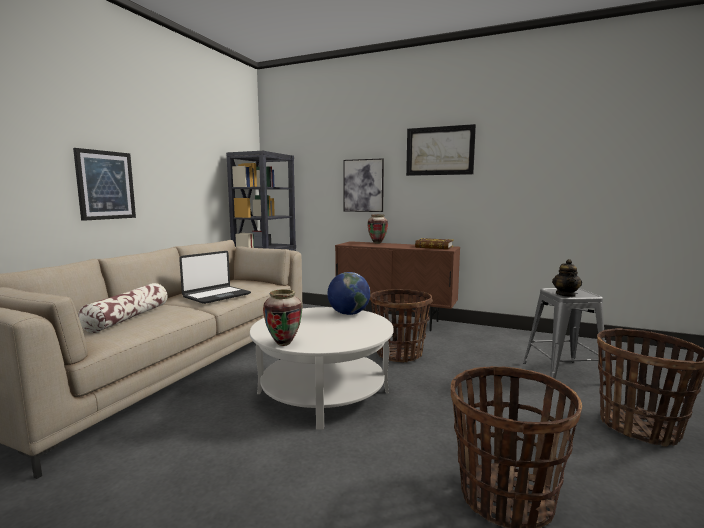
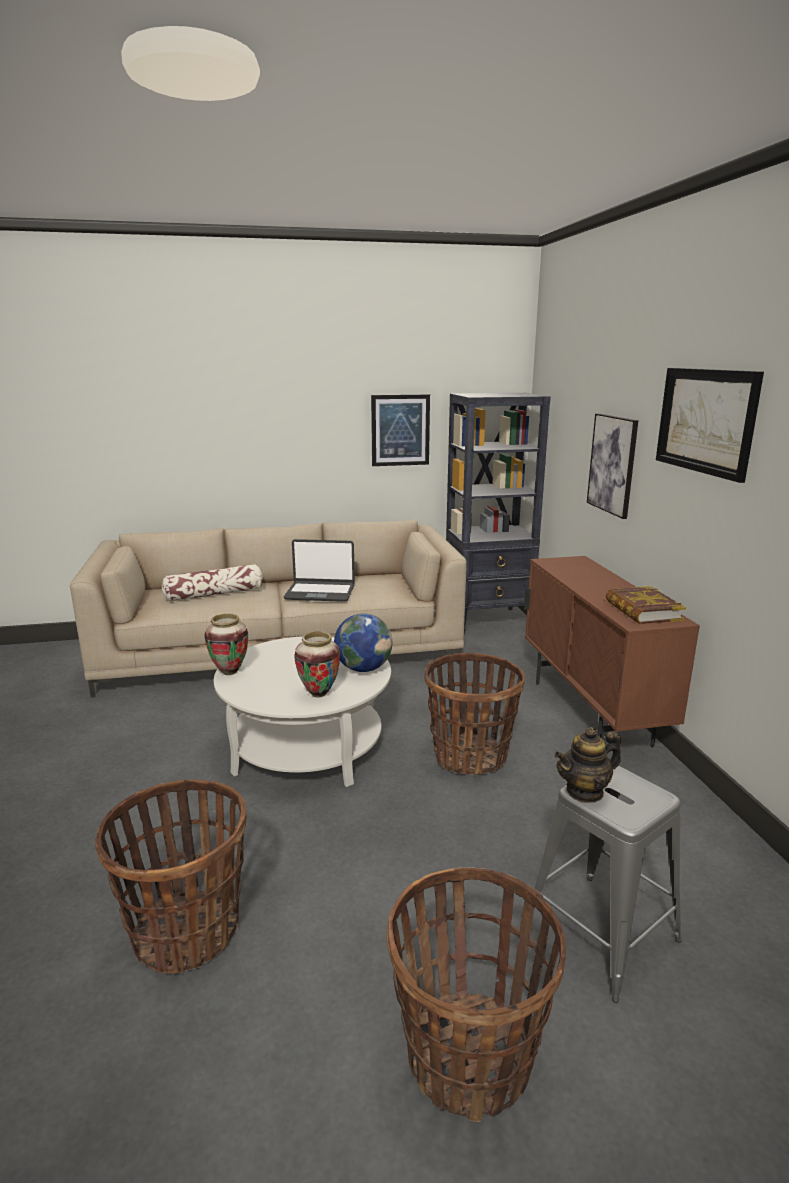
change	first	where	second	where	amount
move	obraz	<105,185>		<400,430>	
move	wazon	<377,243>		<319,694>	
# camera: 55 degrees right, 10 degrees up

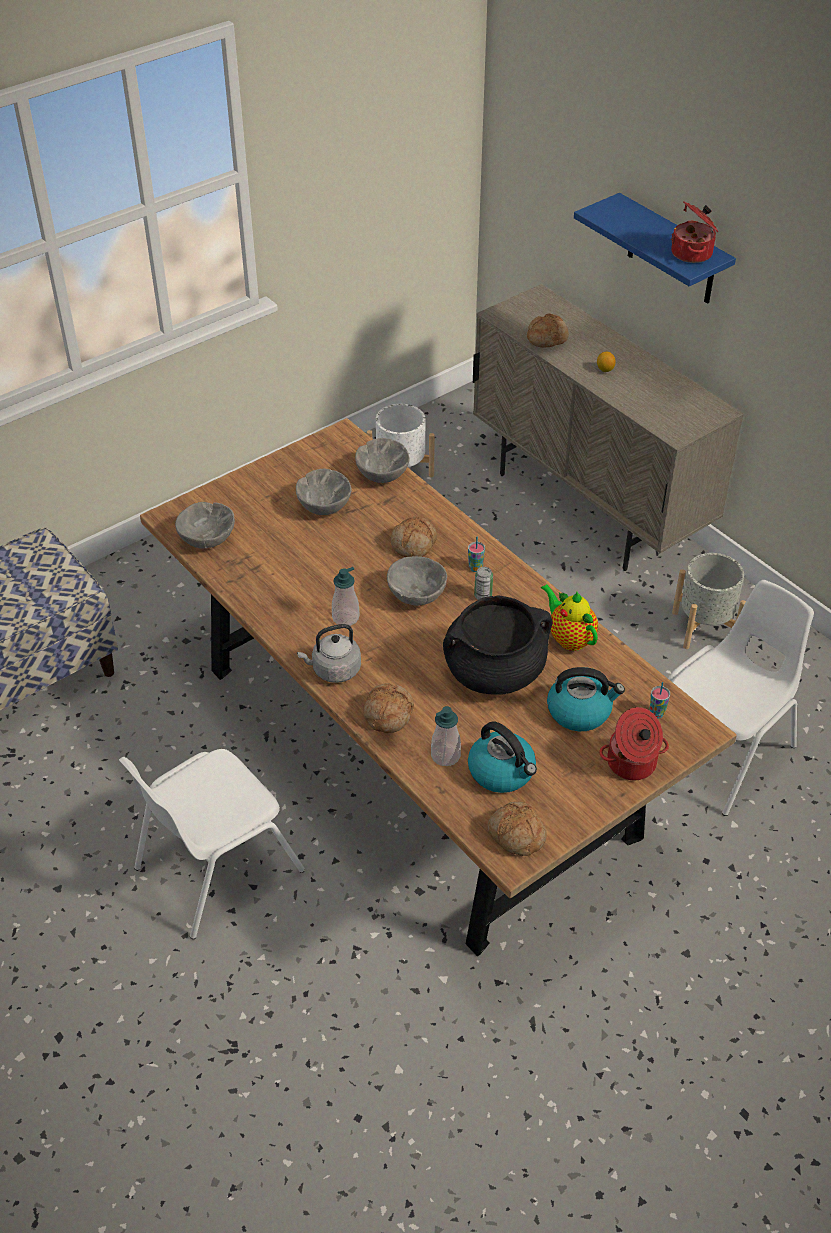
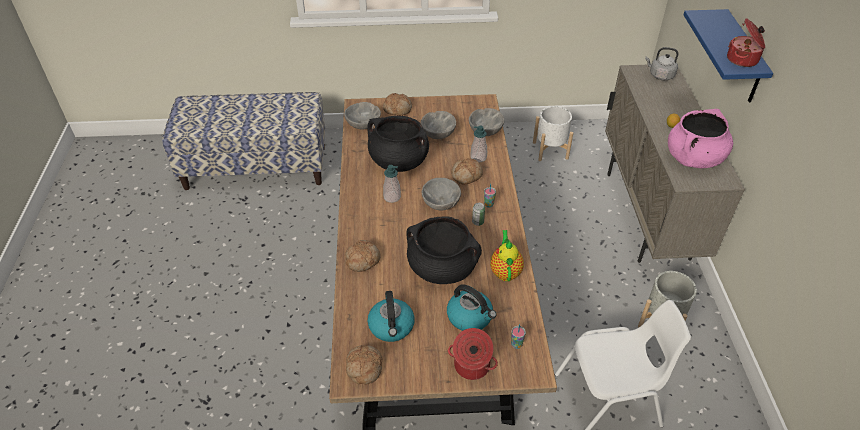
change	first	where	second	where	amount
delete	krzesło (biały)	<215,869>			
move	czajnik (szary)	<333,670>		<660,75>	
move	dozownik mydła	<445,755>		<478,157>	
move	chleb	<547,338>		<398,109>	
insert			garnek (czarny)	<398,161>	
insert			garnek (różowy)	<694,158>	
# camera: 35 degrees right, 0 degrees up

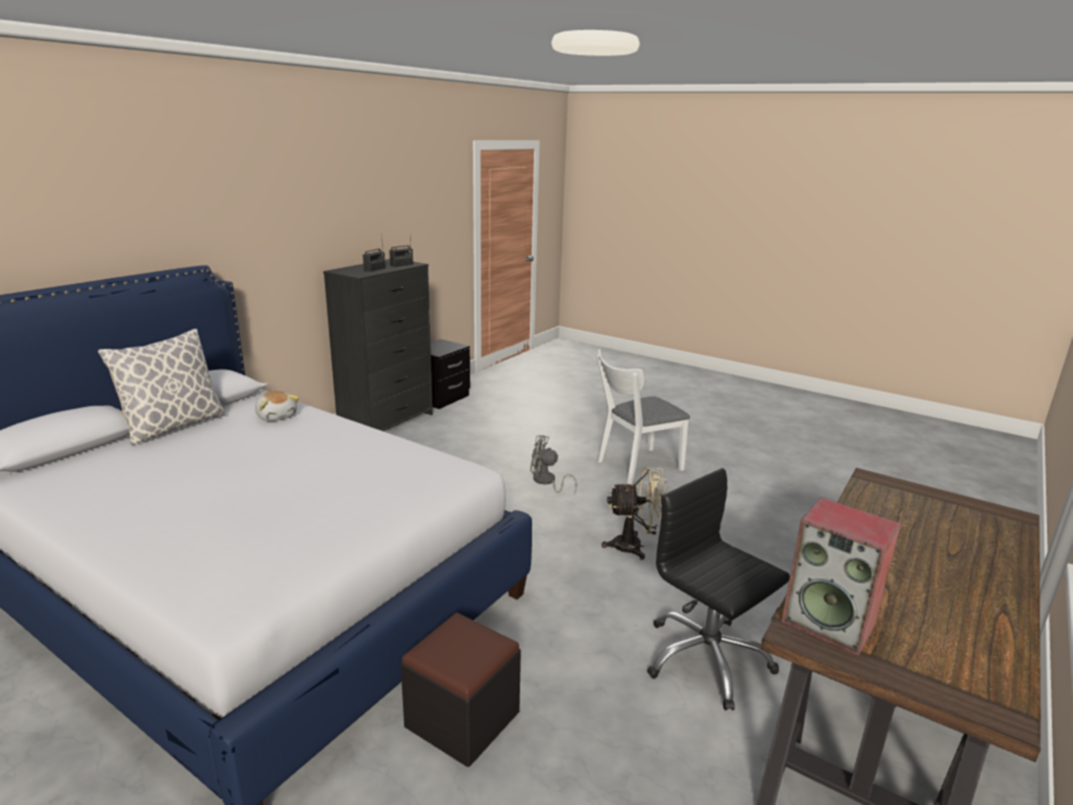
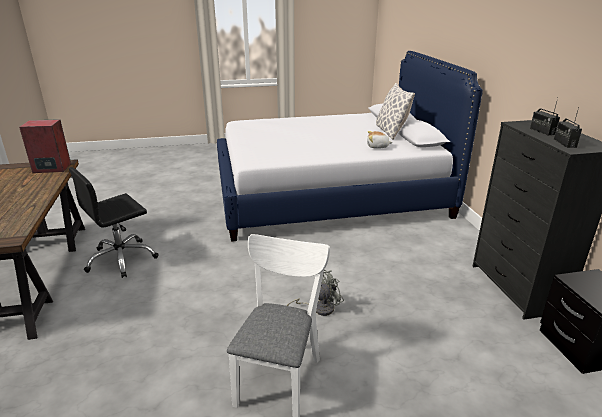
change	first	where	second	where	amount
delete	pufa (czarny)	<462,719>			
delete	wentylator (beżowy)	<635,546>			
rotate	krzesło biurowe (czarny)	<706,659>		<121,259>	135 degrees clockwise
# camera: 135 degrees right, 5 degrees up

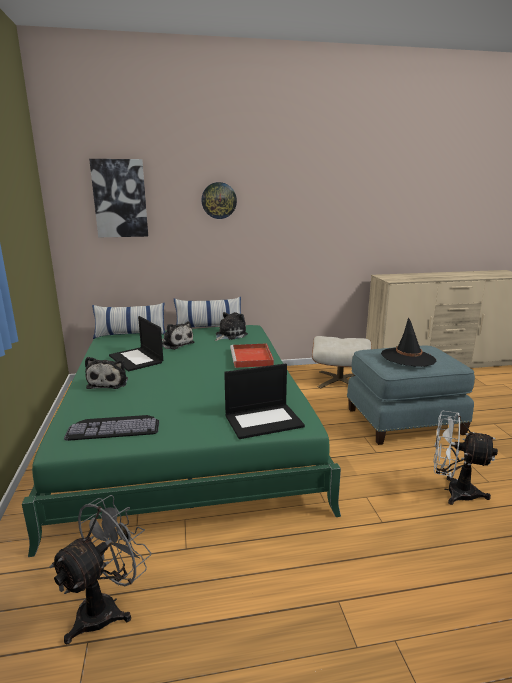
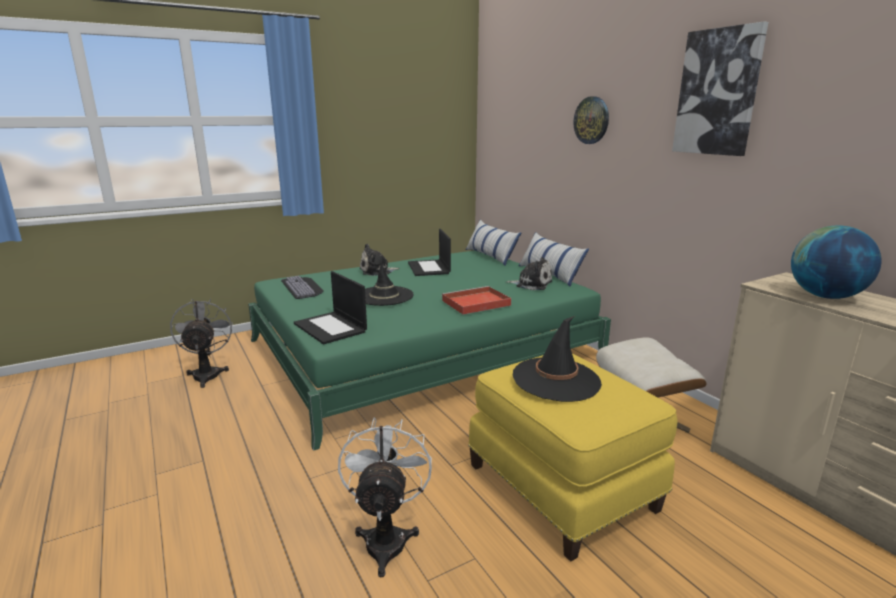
change	first	where	second	where	amount
rotate	wentylator (szary)	<106,608>		<207,373>	120 degrees counterclockwise
move	obraz	<120,198>		<718,92>	
rotate	laptop	<136,359>		<429,268>	45 degrees counterclockwise
delete	pluszak	<176,343>			
recolor	pufa (niebieski)	<403,420>	pufa (żółty)	<563,485>	
insert			kapelusz (czarny)	<384,296>	
insert			globus	<825,296>	
# camera: 70 degrees right, 0 degrees up

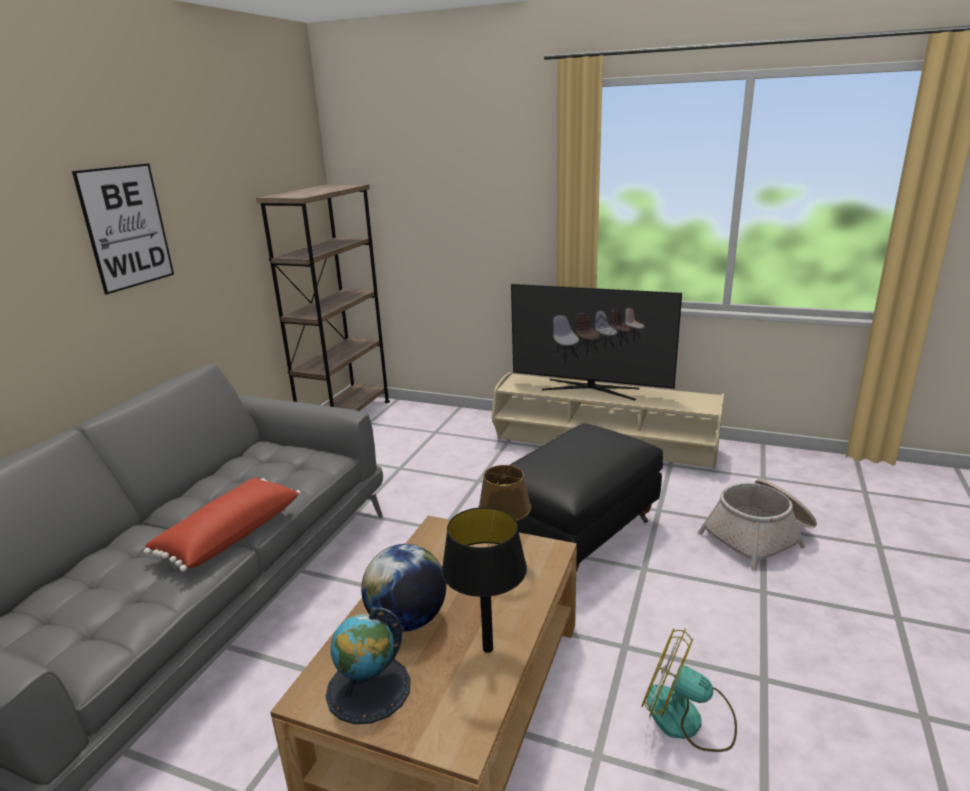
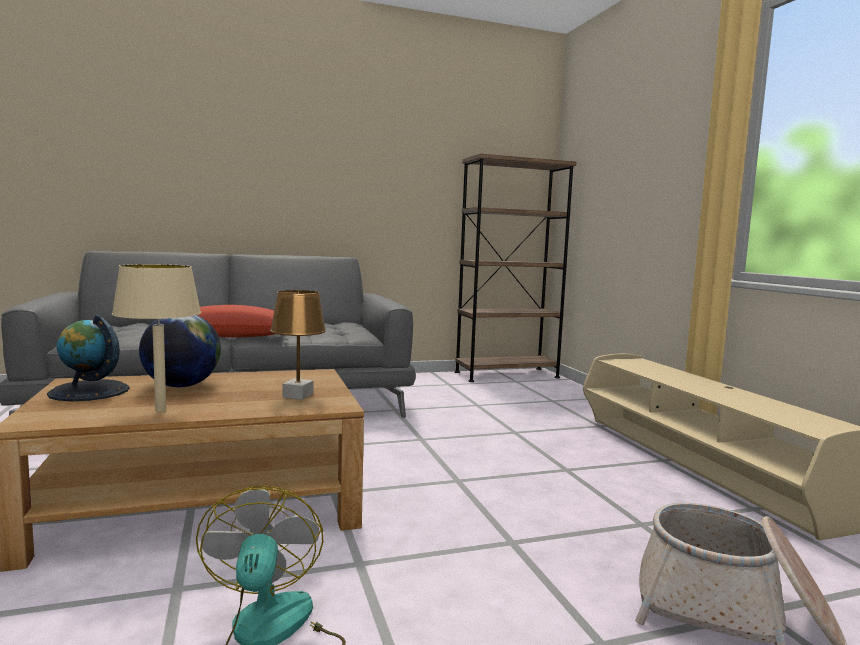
change	first	where	second	where	amount
delete	obraz	<126,227>			
recolor	lampa stołowa (czarny)	<488,649>	lampa stołowa (beżowy)	<160,410>	
delete	pufa (czarny)	<577,534>			
delete	telewizor	<590,389>			
# camera: 50 degrees right, 15 degrees down

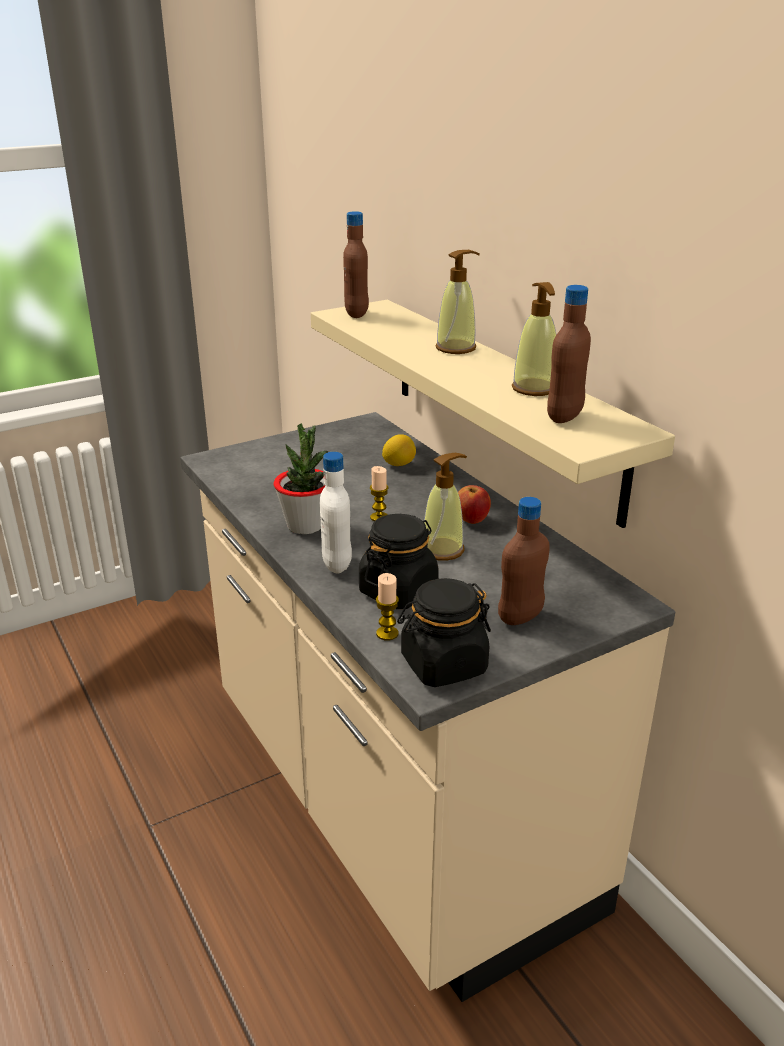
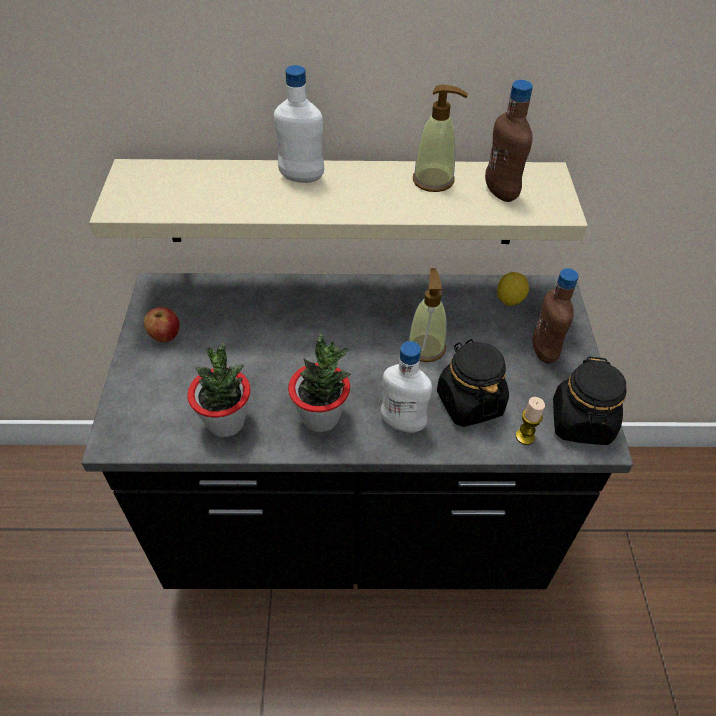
change	first	where	second	where	amount
recolor	zabudowa kuchenna (beżowy)	<392,804>	zabudowa kuchenna (czarny)	<355,528>	
delete	butelka (brązowy)	<356,314>			
delete	świeca	<379,517>			
move	cytryna	<399,464>		<509,300>	
replace	dozownik mydła	<456,348>	butelka (biały)	<301,178>	
move	jabłko	<472,520>		<165,336>	
insert			roślina doniczkowa	<226,422>	
# camera: 60 degrees left, 20 degrees up

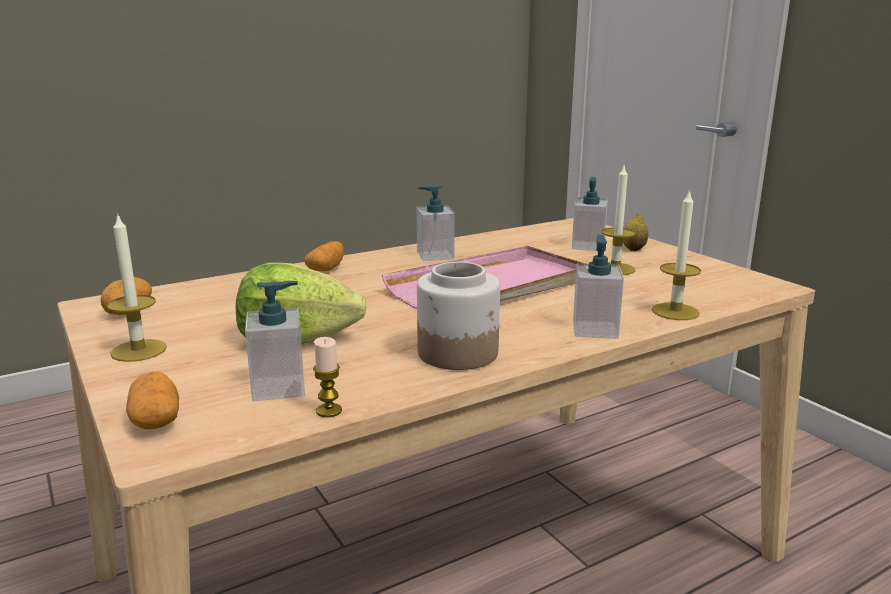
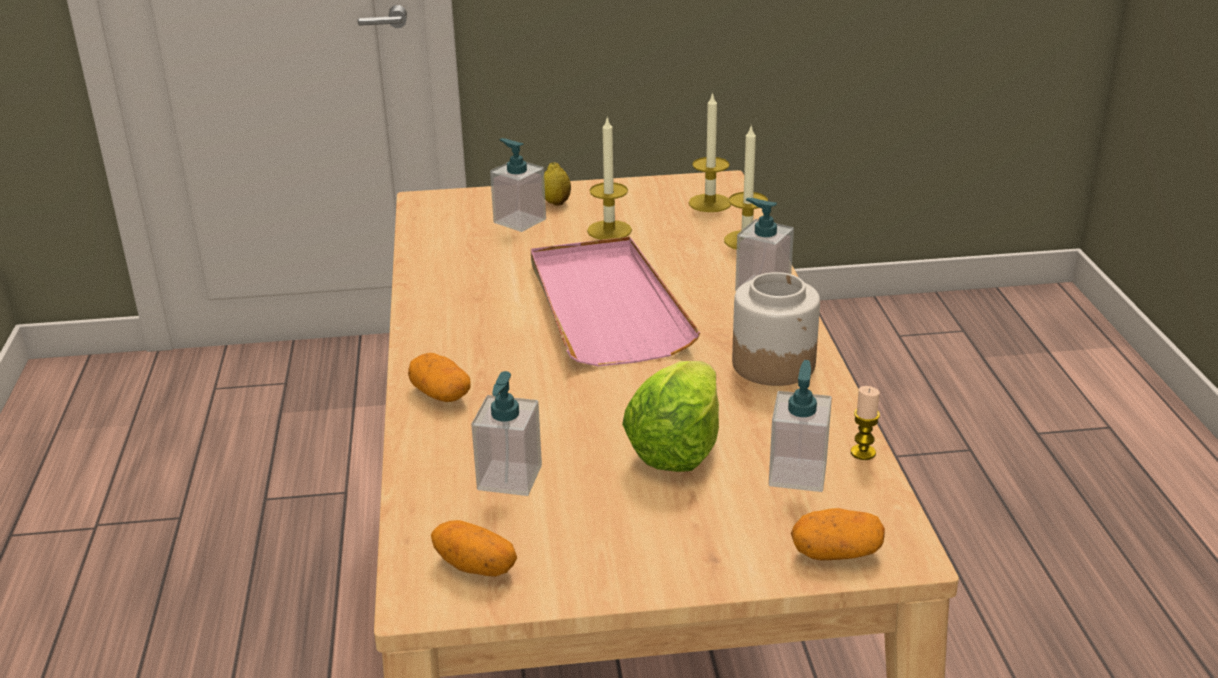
change	first	where	second	where	amount
move	świeca	<138,350>		<710,203>	
move	dozownik mydła	<435,255>		<509,478>	
# camera: 65 degrees left, 10 degrees up

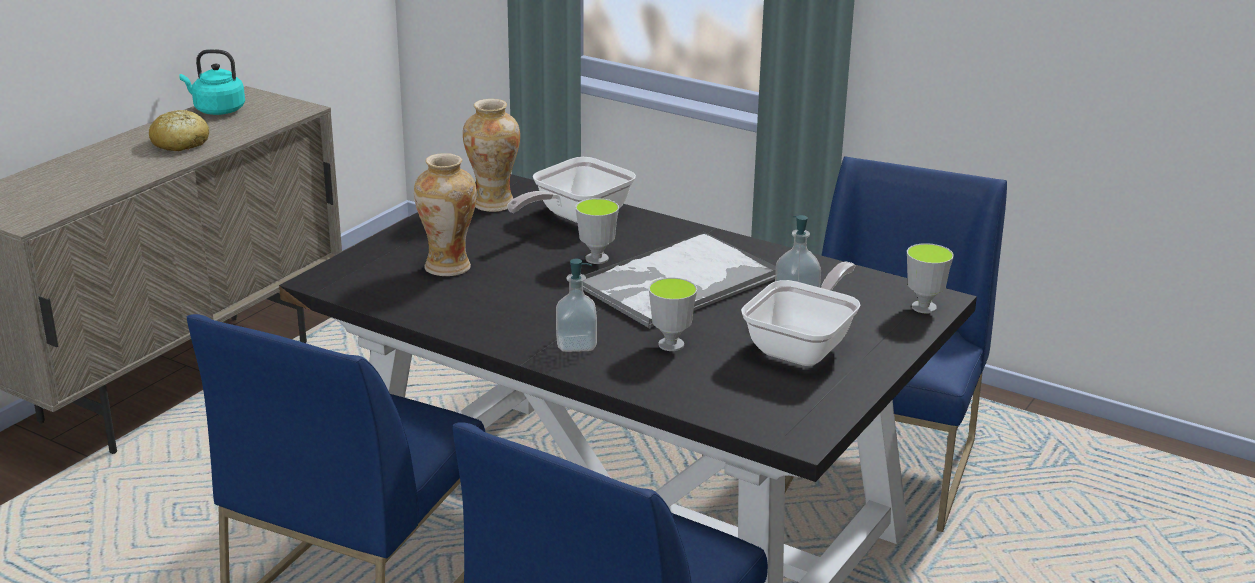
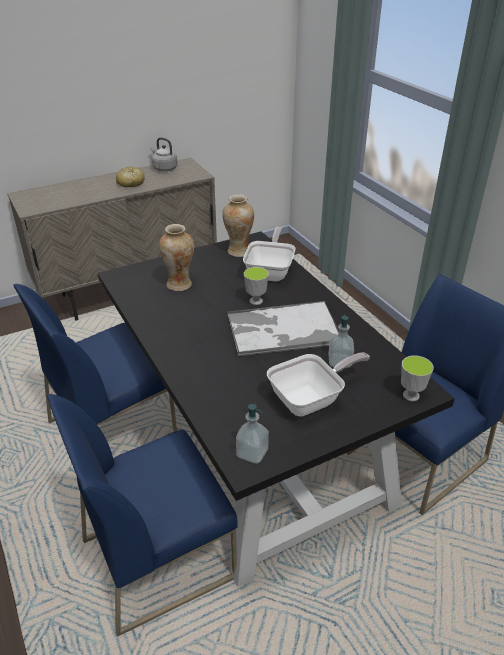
change	first	where	second	where	amount
recolor	czajnik (turkusowy)	<217,110>	czajnik (szary)	<164,168>	
rotate	patelnia	<575,218>		<270,271>	120 degrees clockwise
move	dozownik mydła	<576,344>		<252,453>	
delete	filiżanka	<671,345>			
# camera: 30 degrees right, 10 degrees up

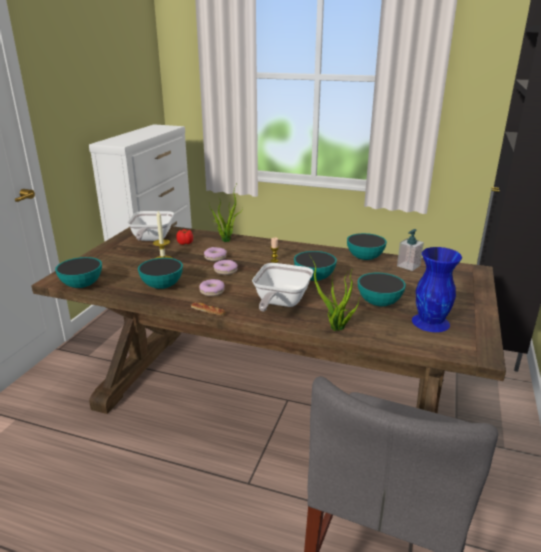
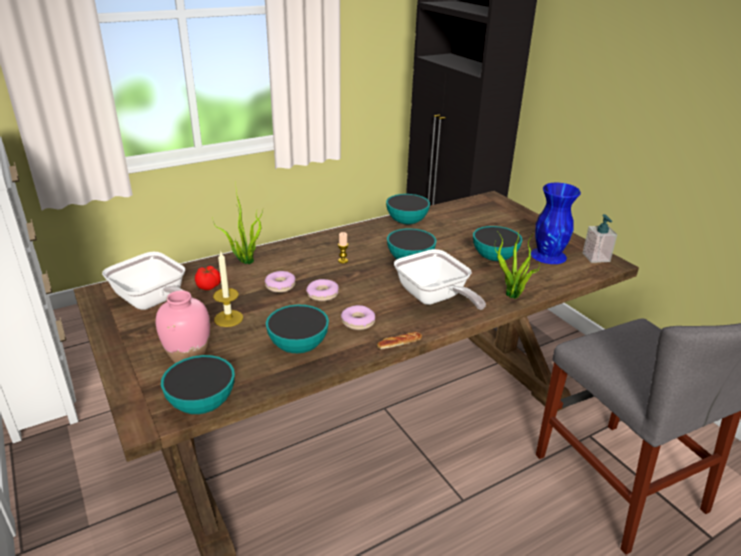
change	first	where	second	where	amount
move	dozownik mydła	<408,266>		<596,257>	
insert			wazon (różowy)	<189,356>	
# camera: 50 degrees left, 5 degrees up

